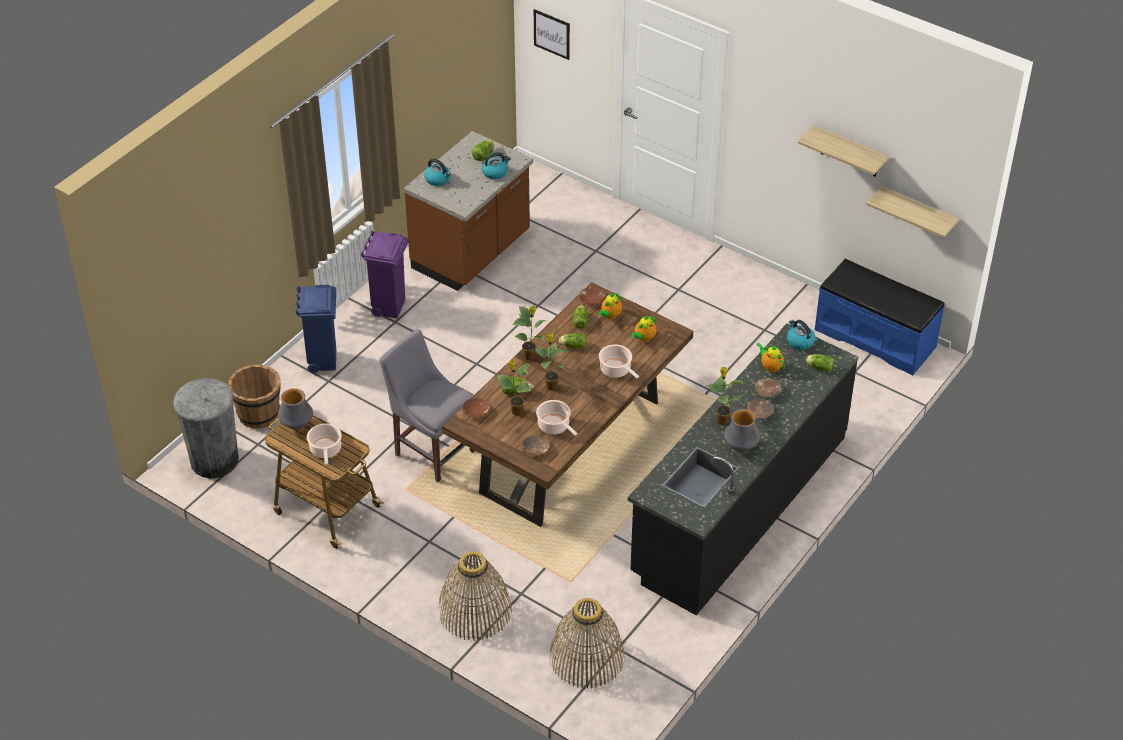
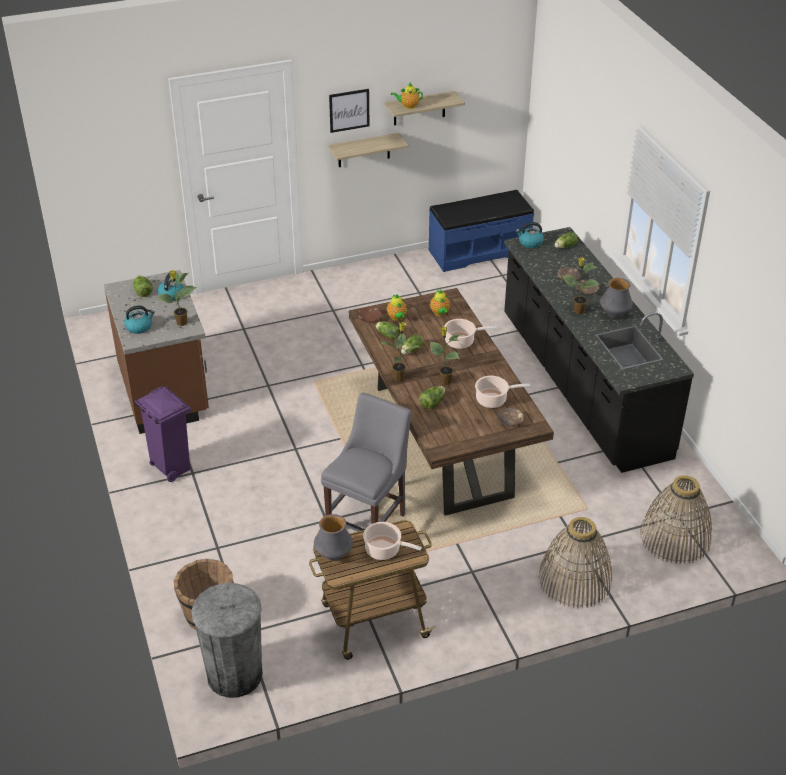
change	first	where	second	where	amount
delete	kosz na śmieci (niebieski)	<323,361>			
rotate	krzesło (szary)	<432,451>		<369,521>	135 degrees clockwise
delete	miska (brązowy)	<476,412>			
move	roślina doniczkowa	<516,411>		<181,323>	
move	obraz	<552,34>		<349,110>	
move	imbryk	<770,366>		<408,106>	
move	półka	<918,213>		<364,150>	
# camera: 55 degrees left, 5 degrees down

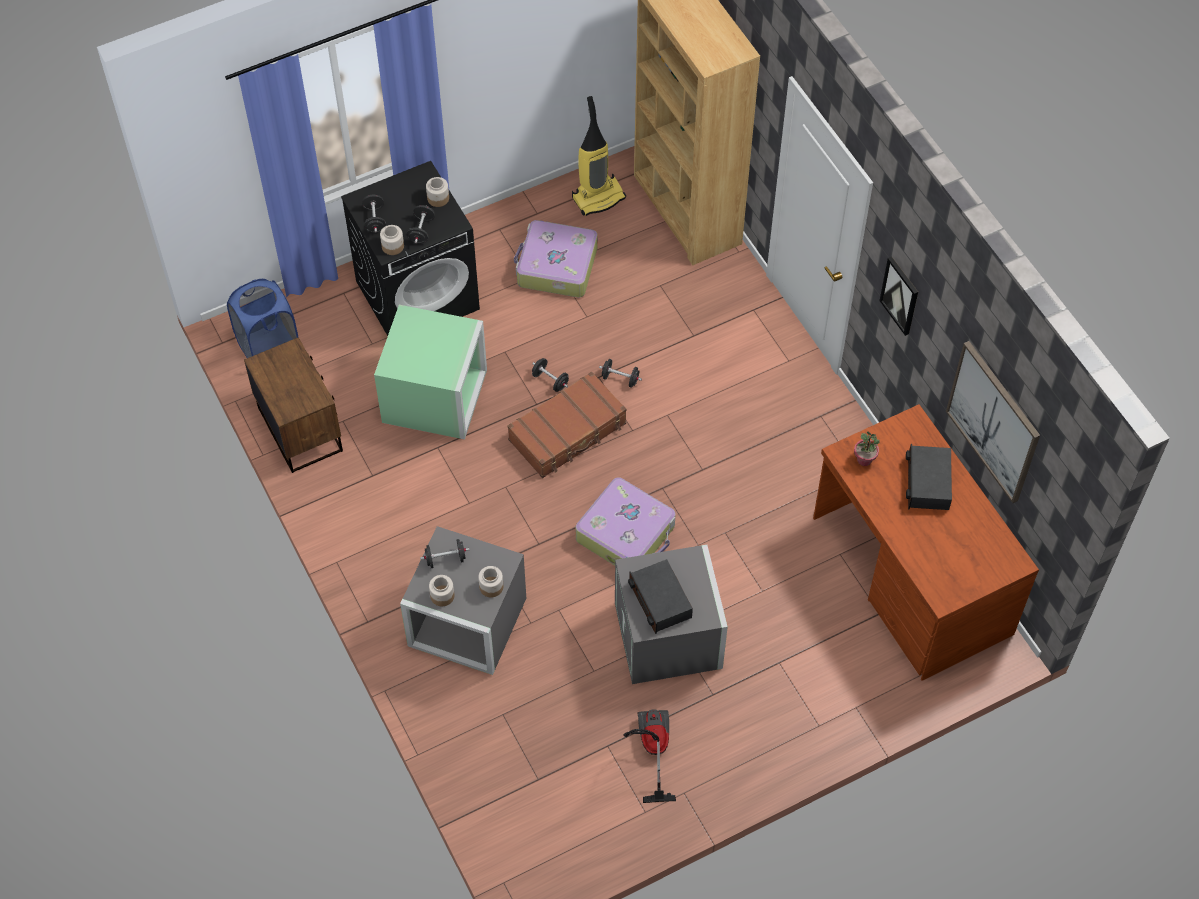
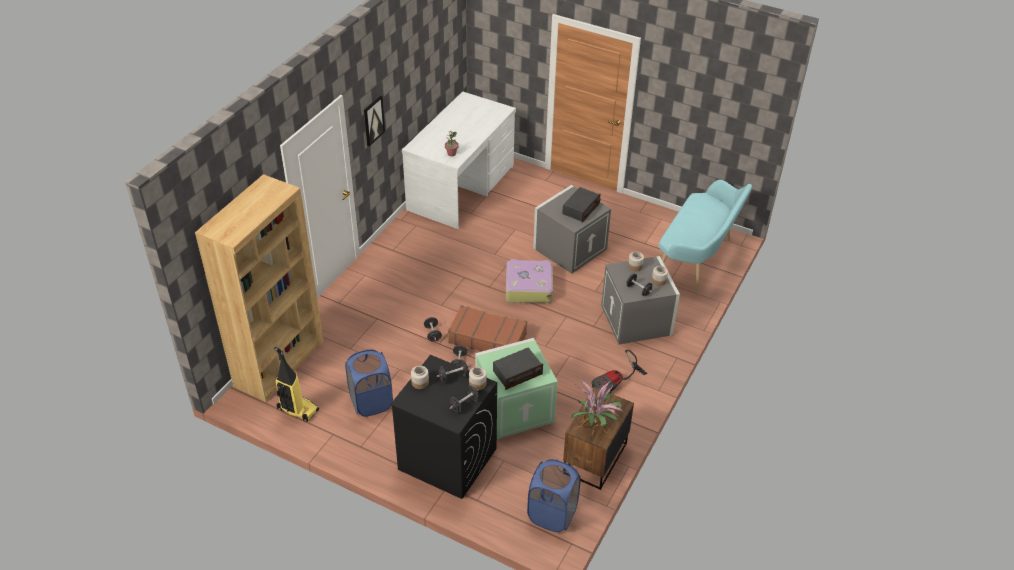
change	first	where	second	where	amount
replace	walizka	<556,267>	kosz na pranie (niebieski)	<371,402>	
move	odkurzacz	<651,750>		<616,384>	
recolor	biurko (brązowy)	<910,576>	biurko (biały)	<461,188>	
move	radio	<927,483>		<517,373>	
delete	obraz	<993,421>			
insert			roślina doniczkowa	<595,425>	
insert			ławka (turkusowy)	<697,262>	
# camera: 125 degrees left, 15 degrees down

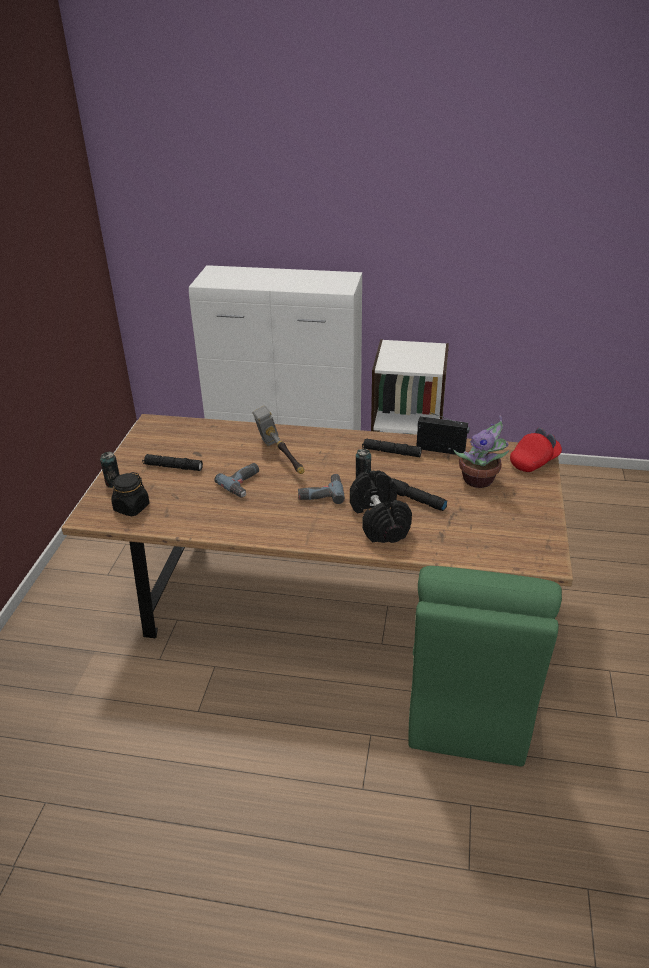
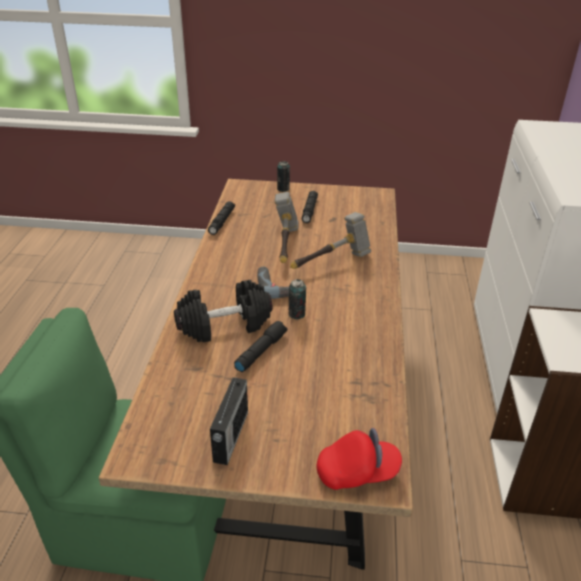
change	first	where	second	where	amount
delete	słoik (czarny)	<131,508>			
replace	wiertarka	<244,484>	młotek	<285,245>	
move	latarka (czarny)	<391,452>		<222,221>	
move	radio	<441,450>		<230,437>	
delete	roślina doniczkowa	<480,480>			
rotate	czapka z daszkiem (czerwony)	<534,461>		<357,472>	60 degrees counterclockwise
# camera: 85 degrees right, 0 degrees up

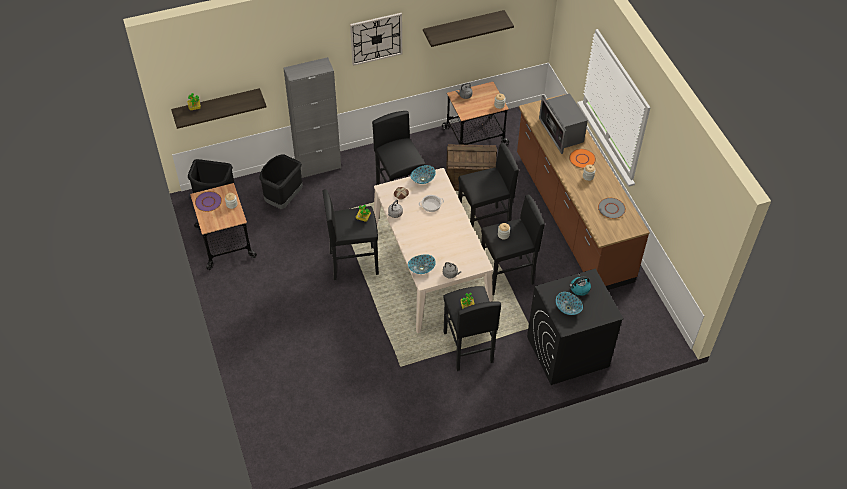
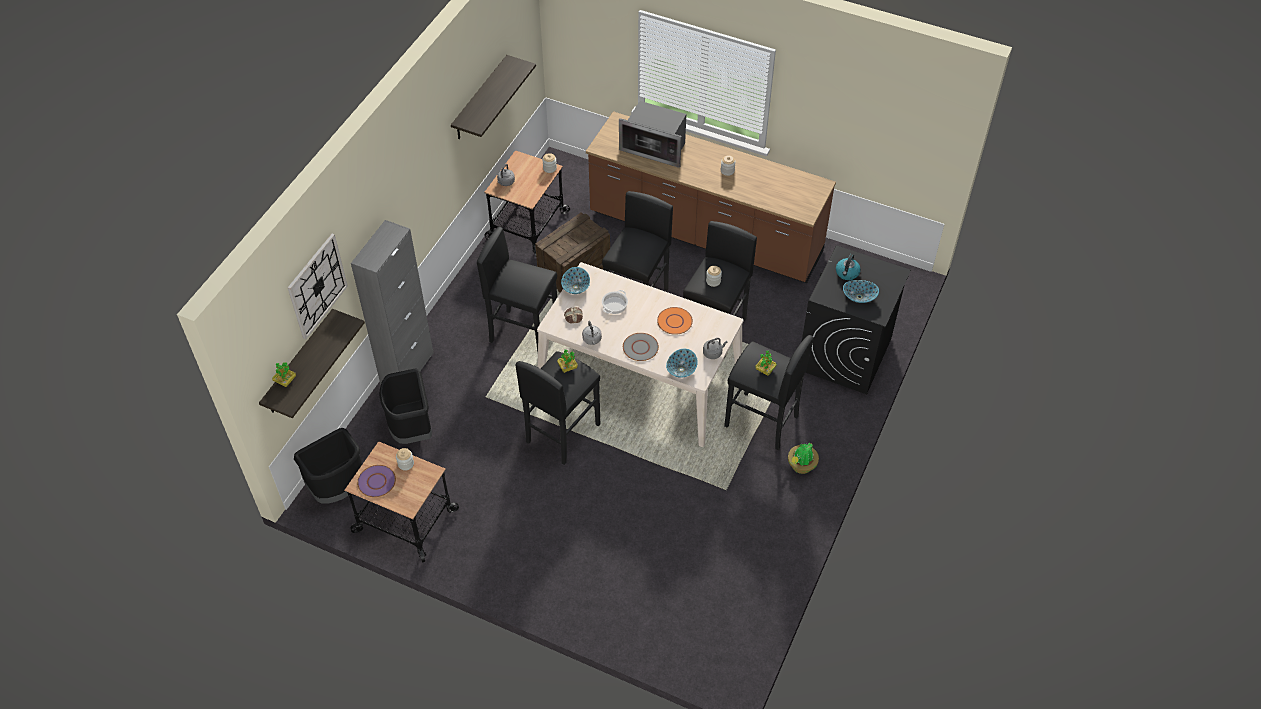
change	first	where	second	where	amount
move	zegar ścienny	<376,38>		<317,286>	
move	talerz (pomarańczowy)	<582,159>		<674,321>	
move	talerz (szary)	<611,209>		<640,347>	
insert			roślina doniczkowa	<801,466>	
# camera: 45 degrees left, 0 degrees up

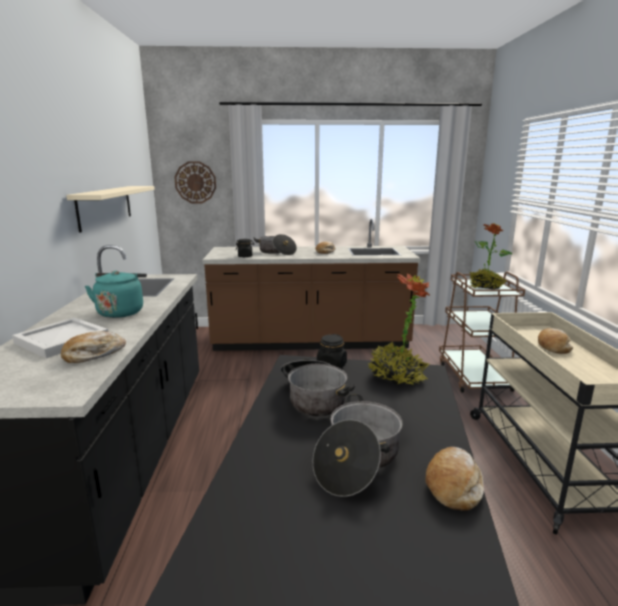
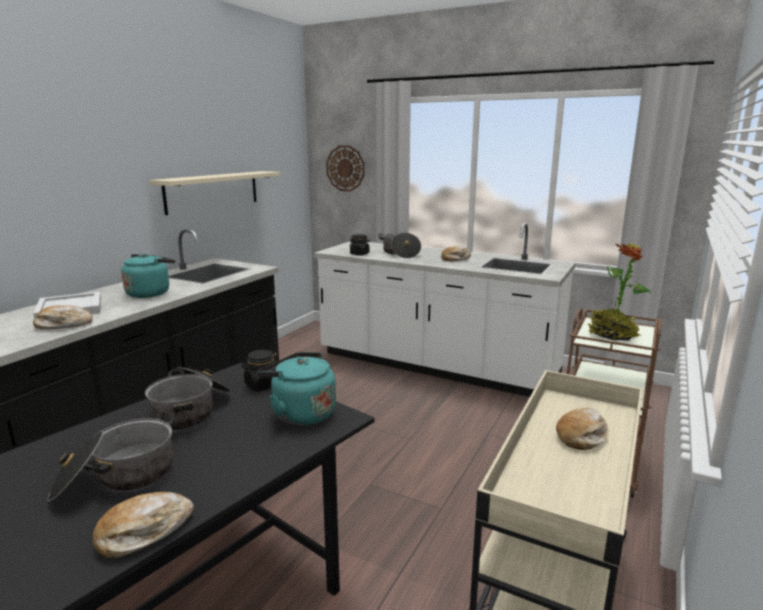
change	first	where	second	where	amount
recolor	zabudowa kuchenna (brązowy)	<310,342>	zabudowa kuchenna (biały)	<435,366>	
replace	roślina doniczkowa	<396,376>	czajnik (turkusowy)	<300,413>	
# camera: 30 degrees right, 0 degrees up

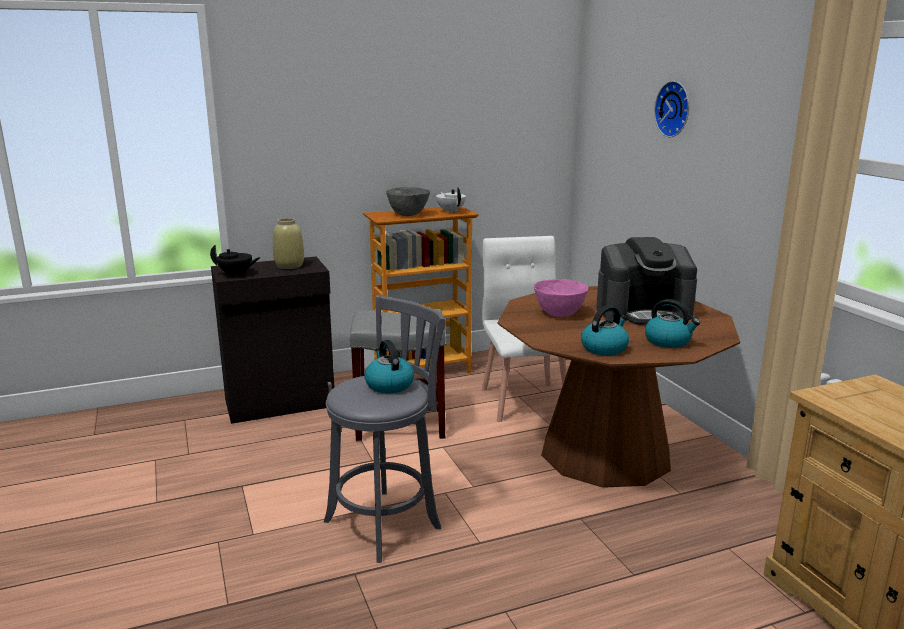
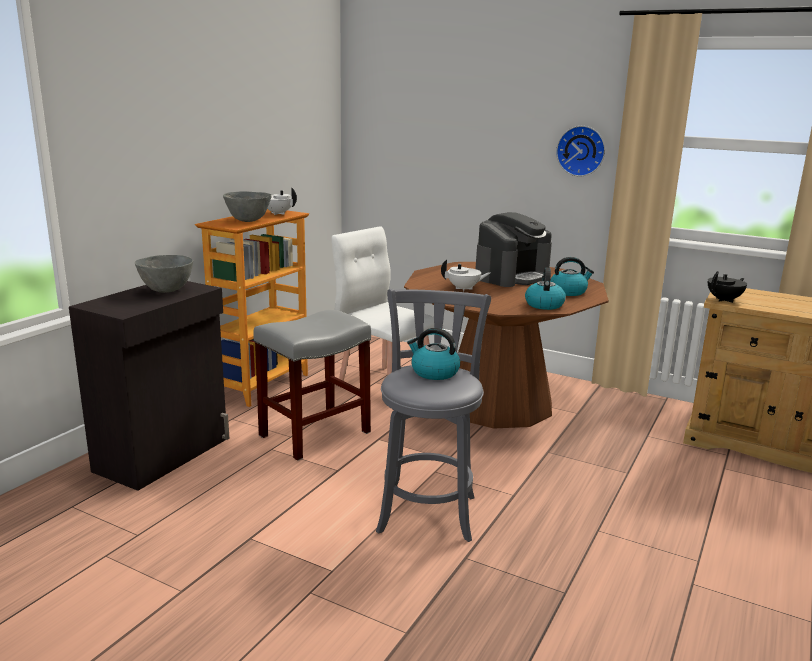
change	first	where	second	where	amount
move	imbryk (czarny)	<236,274>		<724,300>	
replace	wazon (beżowy)	<289,266>	miska (szary)	<167,290>	
replace	miska (różowy)	<559,314>	imbryk (biały)	<464,289>	
move	zegar ścienny	<675,109>		<581,151>	
# camera: 40 degrees left, 0 degrees up

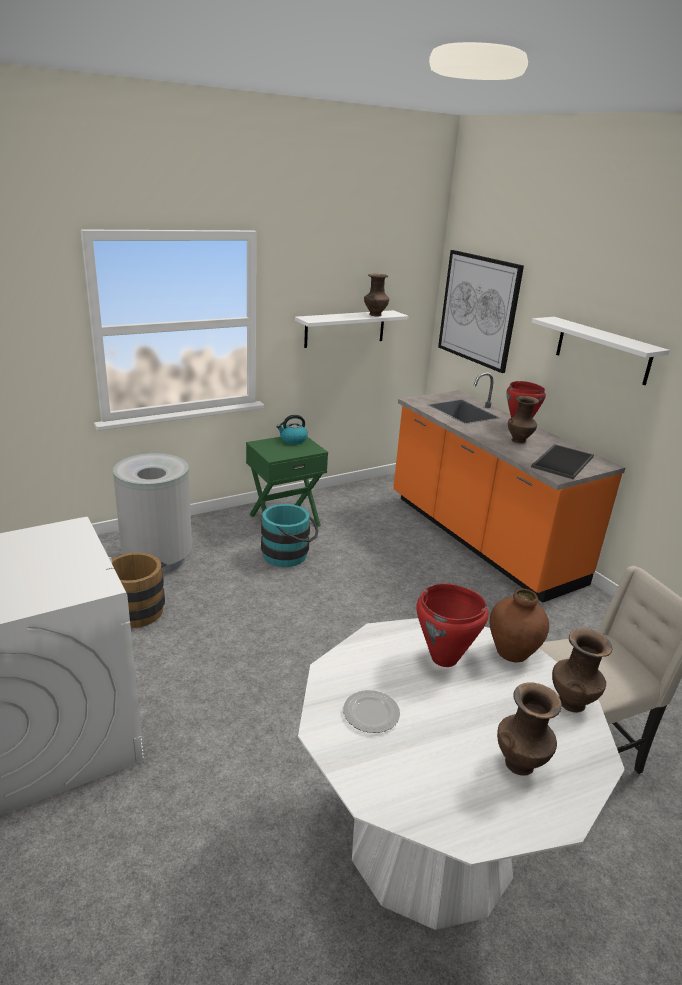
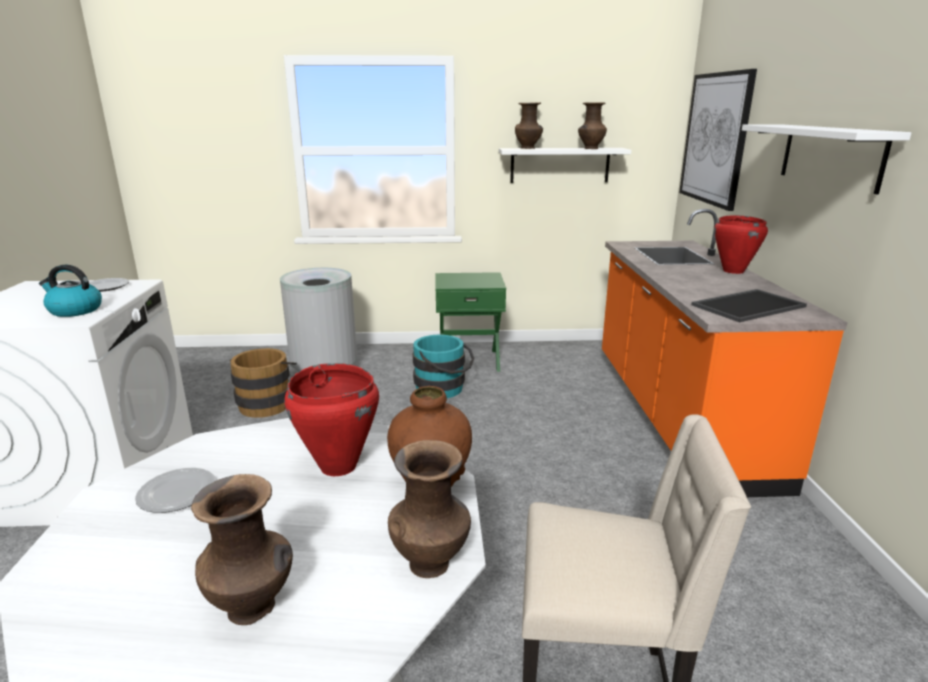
change	first	where	second	where	amount
move	czajnik	<293,440>		<74,310>	
move	wazon (brązowy)	<519,440>		<528,148>	
insert			talerz	<106,287>	
# camera: 30 degrees right, 5 degrees down

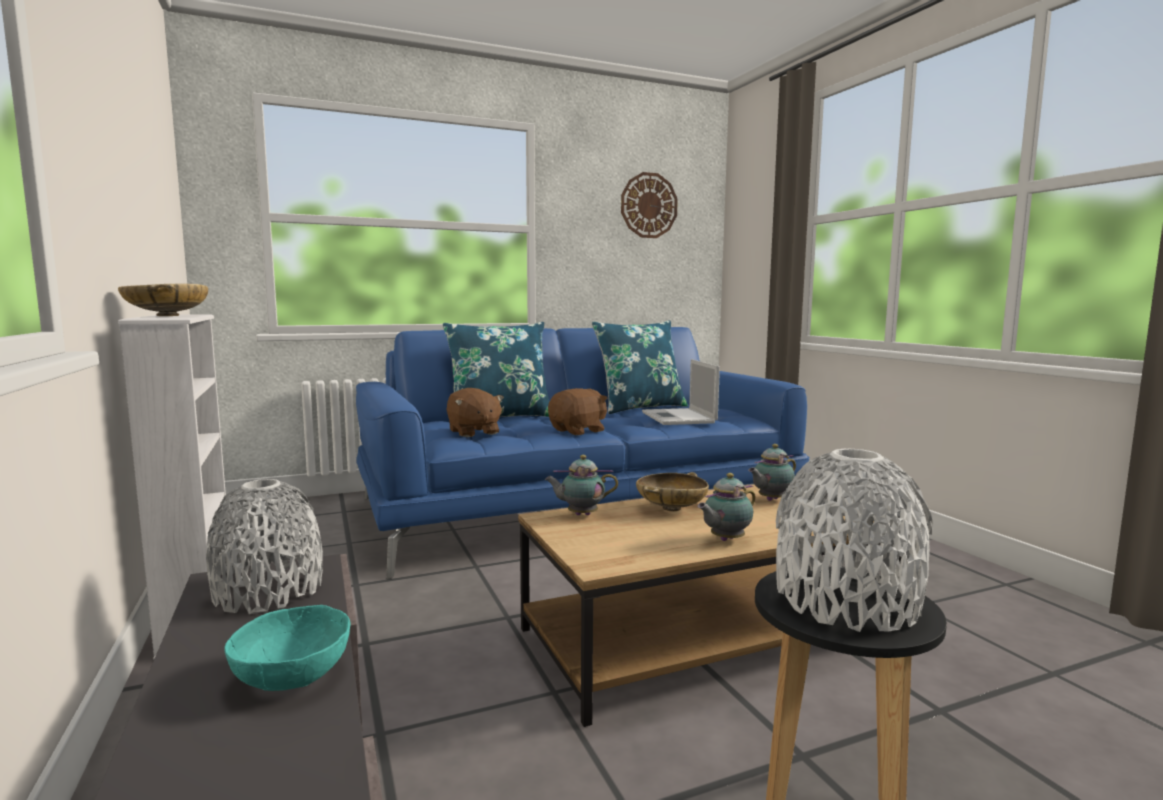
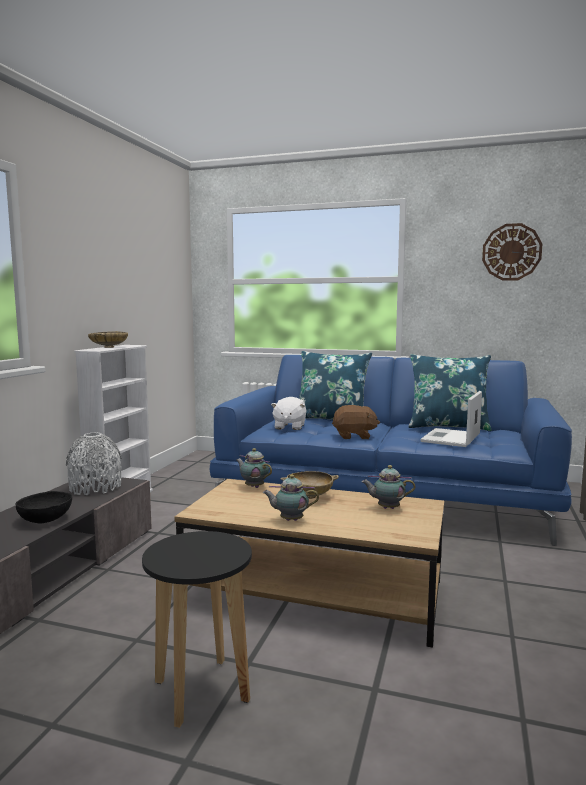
change	first	where	second	where	amount
recolor	miska (turkusowy)	<293,675>	miska (czarny)	<46,519>	
recolor	pluszak (brązowy)	<473,432>	pluszak (biały)	<289,427>	
delete	wazon (biały)	<846,600>			
# camera: 40 degrees right, 0 degrees up

